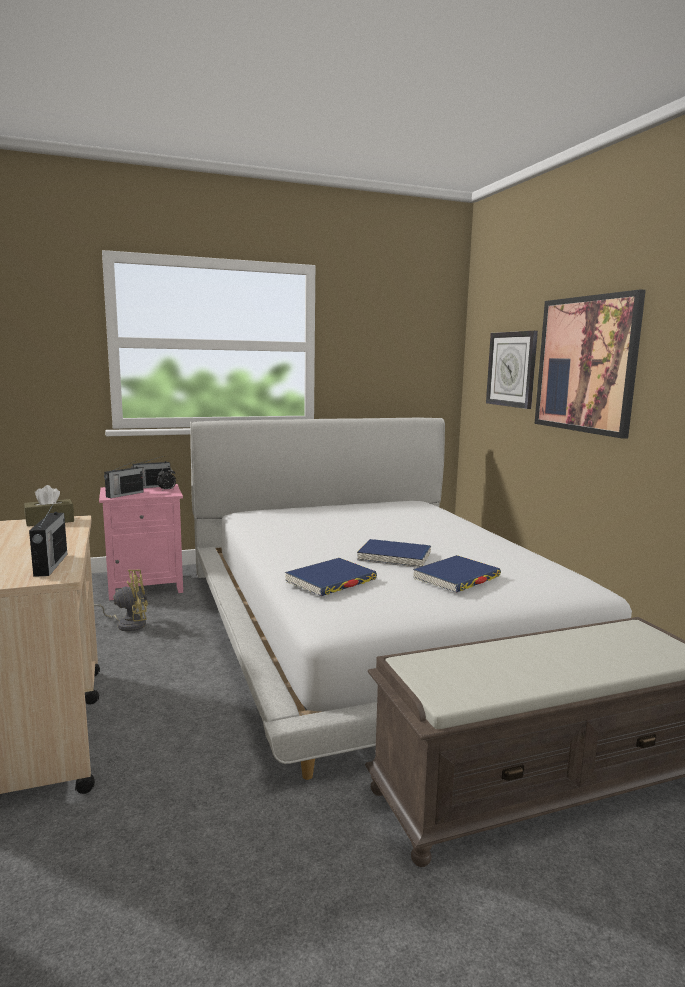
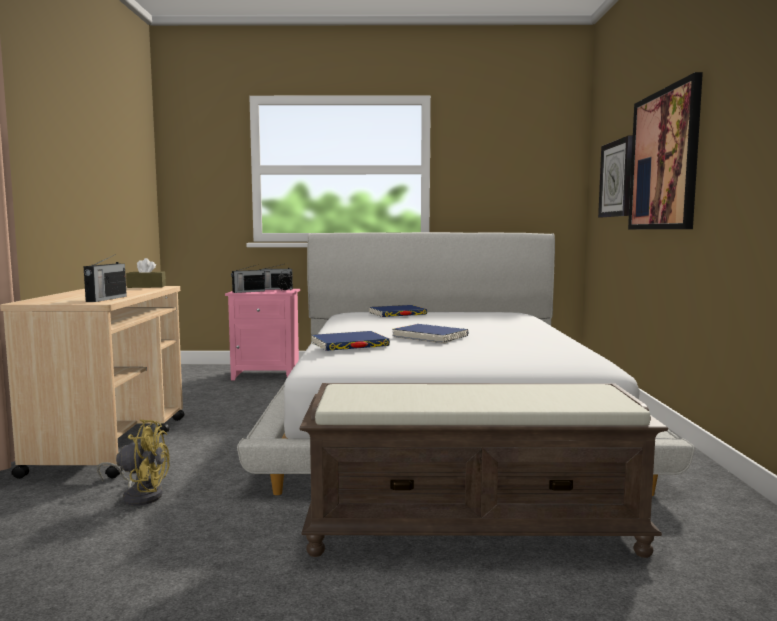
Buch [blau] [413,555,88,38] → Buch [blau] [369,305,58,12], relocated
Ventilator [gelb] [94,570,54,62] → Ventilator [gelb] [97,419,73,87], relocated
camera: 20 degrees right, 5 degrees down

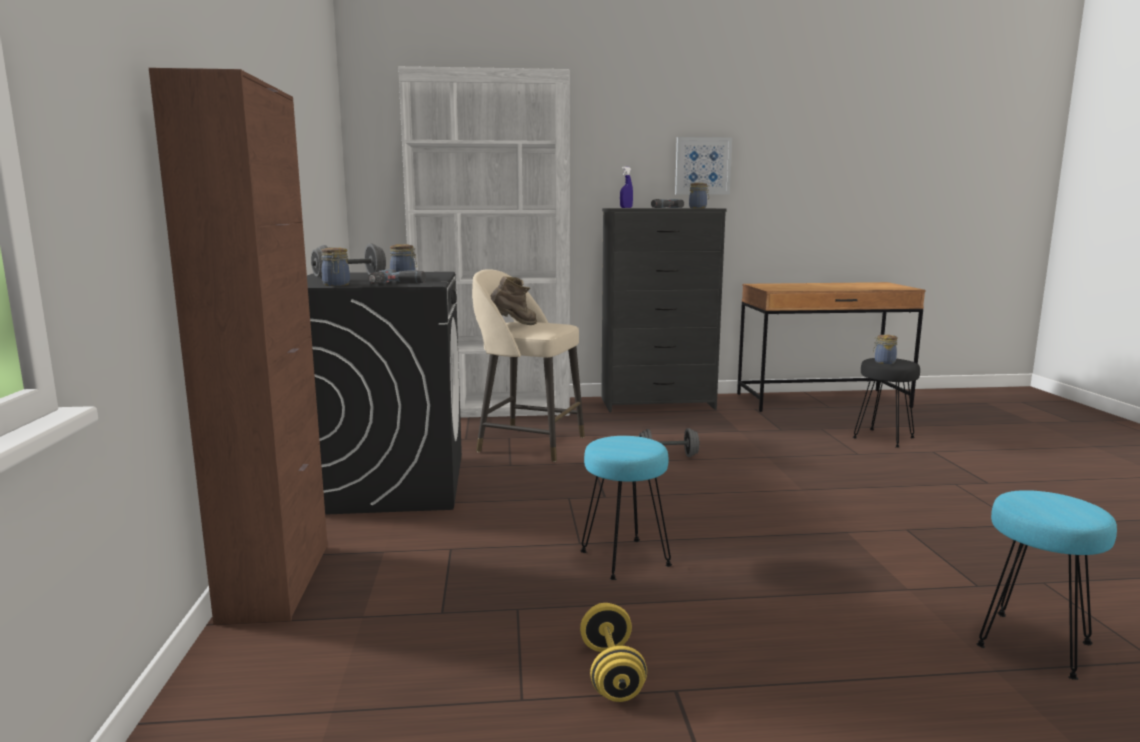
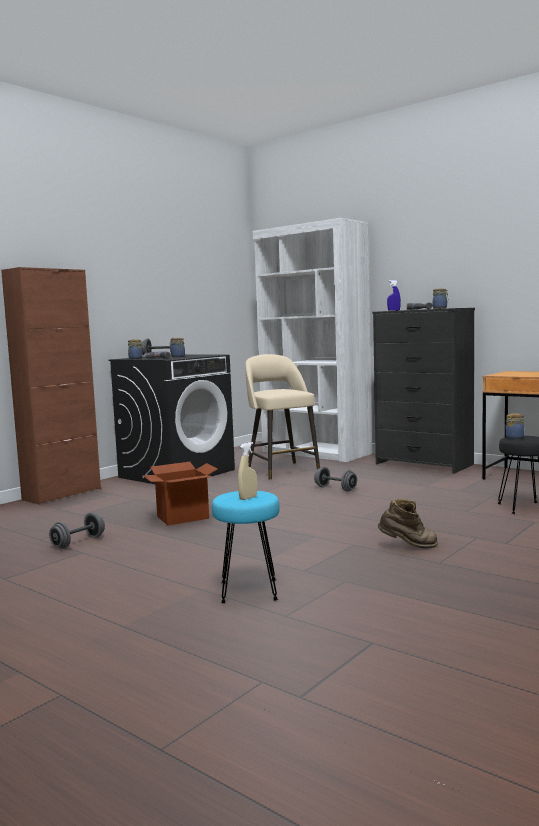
Bild [675,137,57,58] → -
Stiefel [braun] [490,276,47,49] → Stiefel [braun] [378,499,60,50], relocated
Hocker [türkis] [580,436,92,144] → Karton [142,462,76,63]
Hantel [gelb] [580,603,67,99] → Hantel [grau] [49,512,56,37]
- → Sprühflasche [beige] [238,442,19,58]
camera: 45 degrees right, 5 degrees down

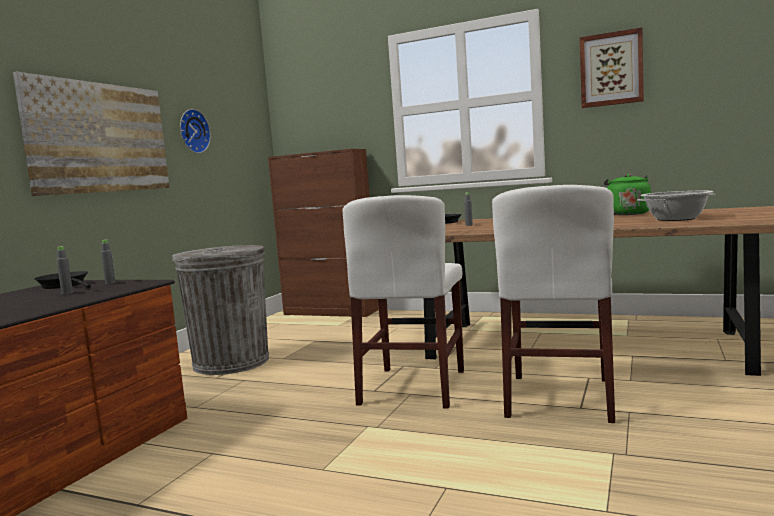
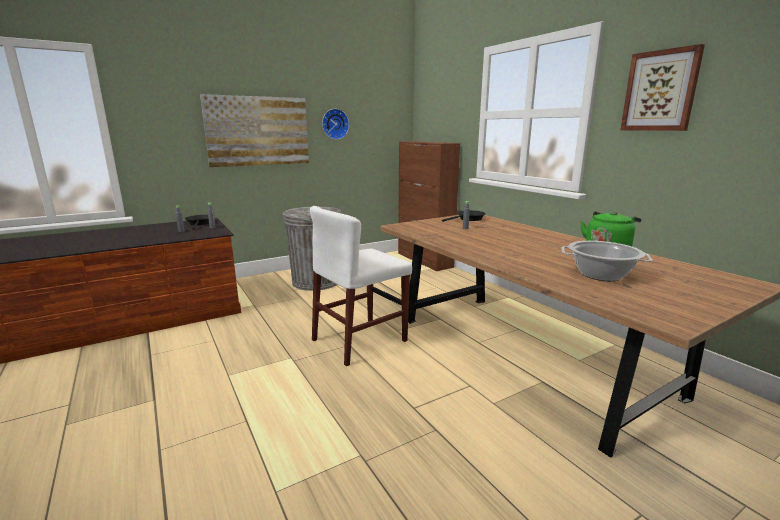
Stuhl [weiß] [492,185,123,238] → -
camera: 35 degrees right, 10 degrees up

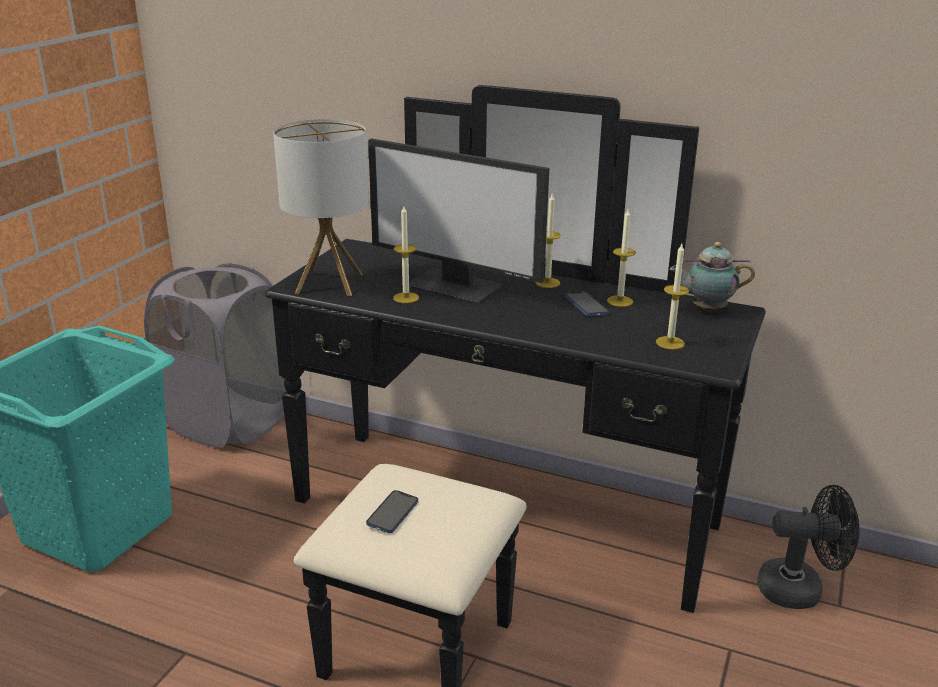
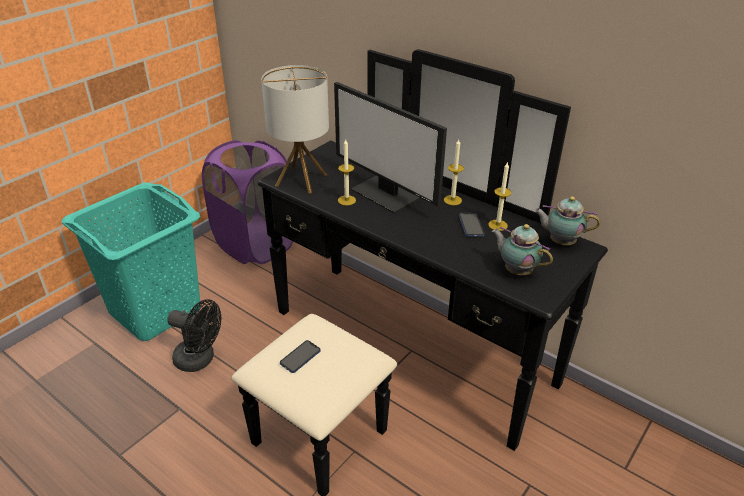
Kerze [656,244,33,106] → Teekanne [492,224,61,51]
Wäschekorb [grau] [144,263,142,185] → Wäschekorb [lila] [202,140,91,124]
Ventilator [schwarz] [757,485,102,124] → Ventilator [schwarz] [167,300,54,72], relocated
camera: 15 degrees right, 10 degrees up

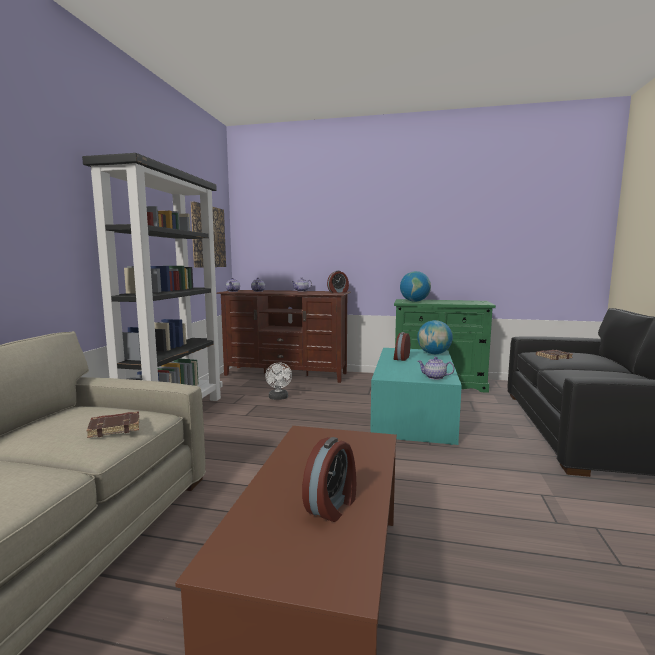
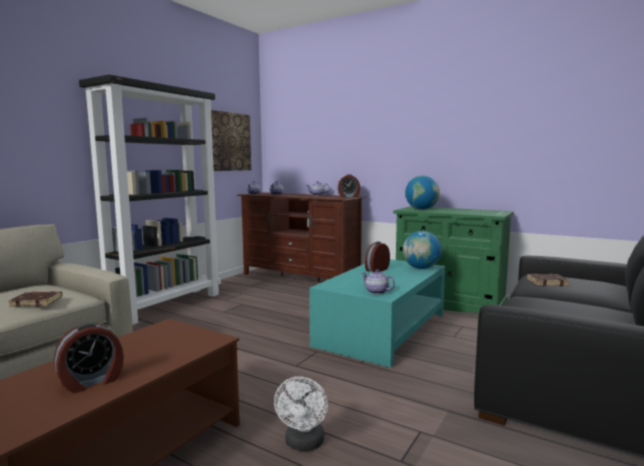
Ventilator [weiß] [265,362,27,38] → Ventilator [weiß] [274,377,54,74], relocated
camera: 20 degrees right, 0 degrees up

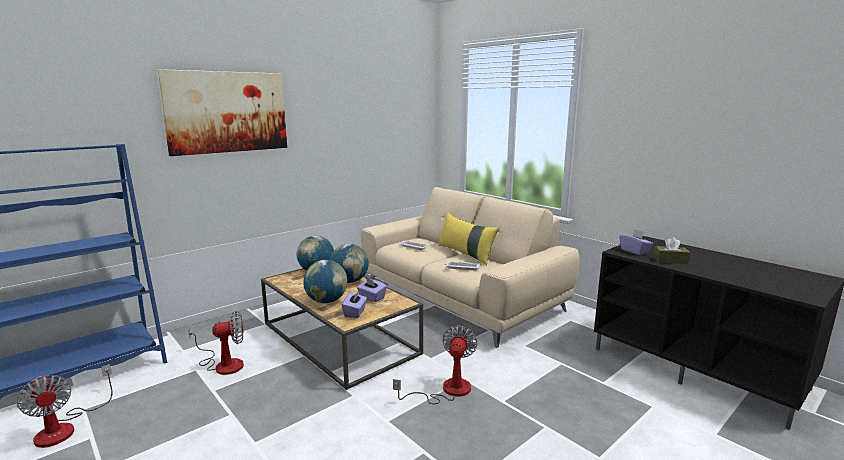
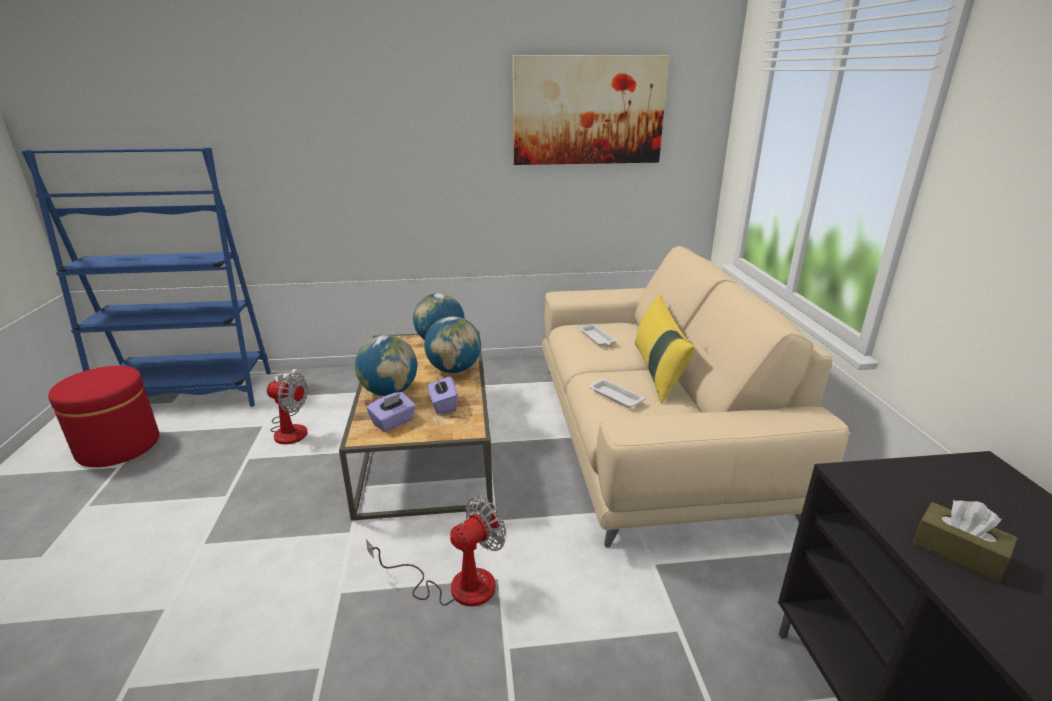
Bild [157,69,130,87] → Bild [513,55,156,110], relocated
Taschentuchbox [lila] [619,229,34,26] → -
Ventilator [16,364,96,84] → Polsterhocker [rot] [48,366,111,101]
camera: 35 degrees right, 10 degrees up

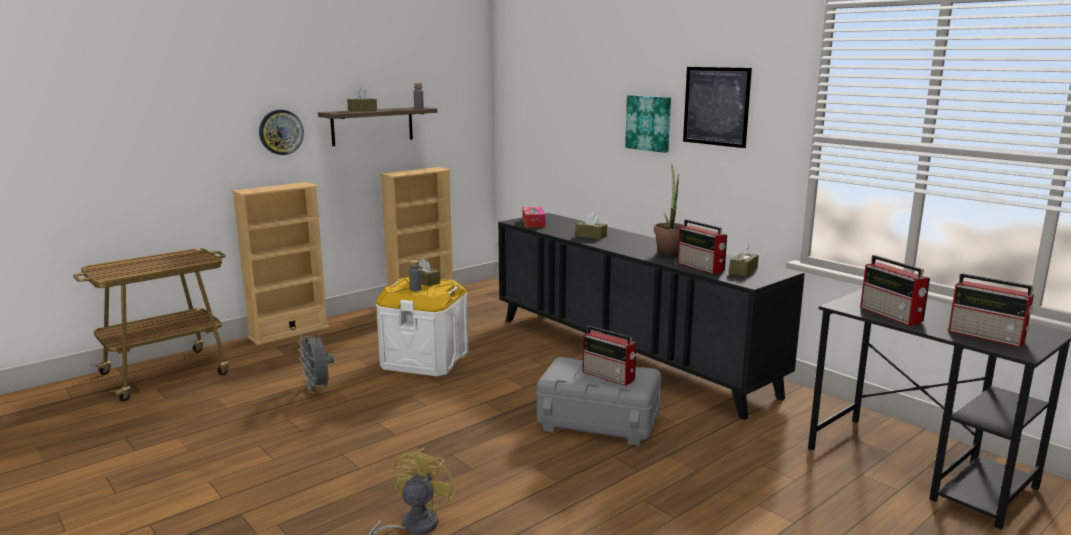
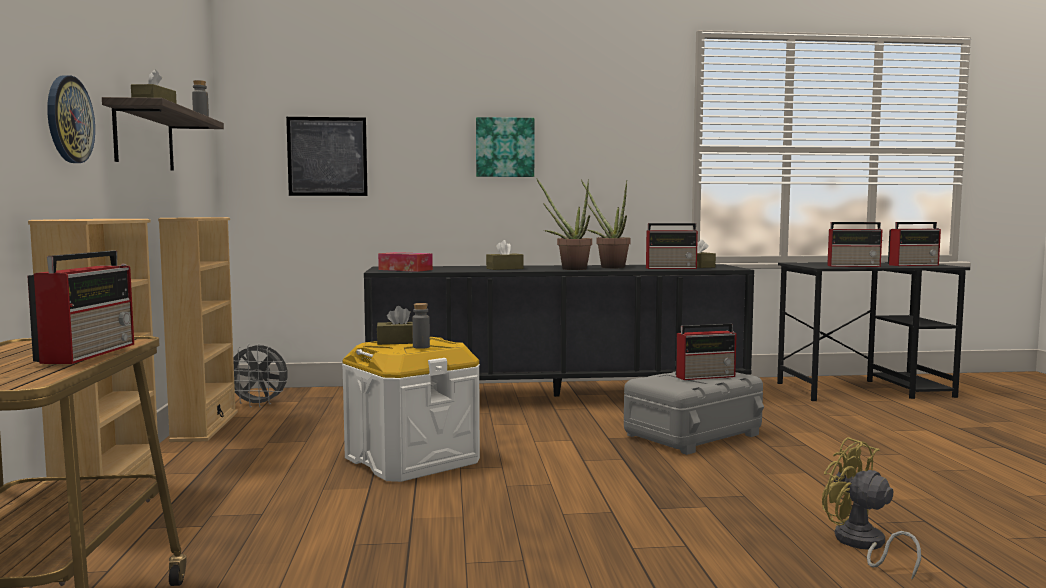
Bild [683,67,69,81] → Bild [286,117,82,79], relocated
Ventilator [grau] [298,333,36,60] → Ventilator [grau] [233,343,55,64], relocated
- → Topfpflanze [536,178,56,92]
- → Radio [27,251,107,113]
camera: 55 degrees left, 10 degrees down

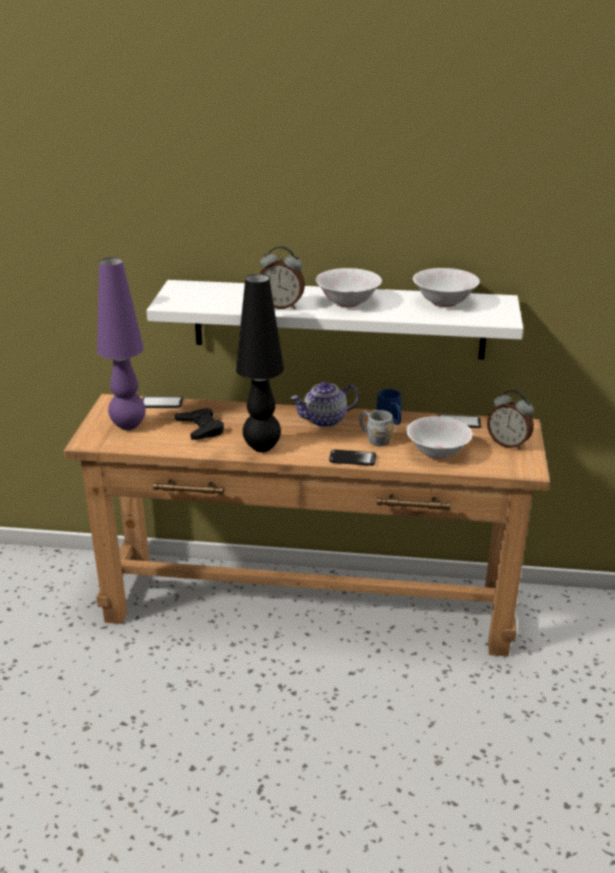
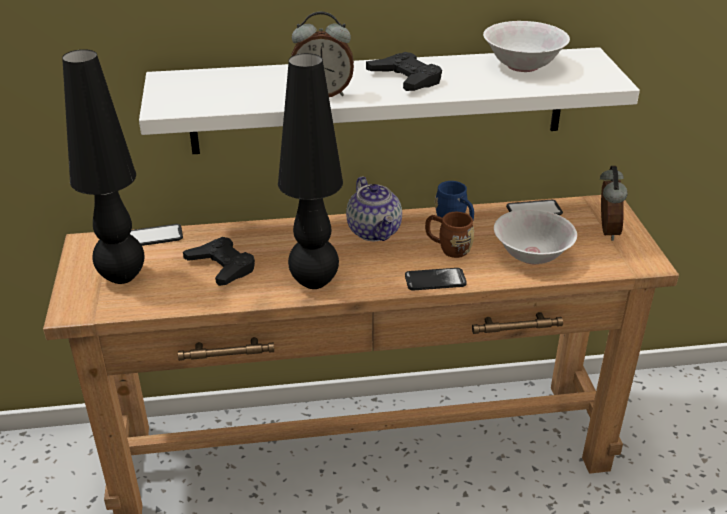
Tischlampe [lila] [97,258,49,172] → Tischlampe [schwarz] [62,49,82,235]
Schüssel [weiß] [316,268,66,39] → Gamepad [schwarz] [366,52,76,39]
Teekanne [291,381,68,46] → Teekanne [346,176,56,65], 75 degrees counterclockwise
Wecker [487,390,47,60] → Wecker [600,166,28,75], 105 degrees counterclockwise
Henkelbecher [grau] [360,410,34,36] → Henkelbecher [braun] [425,212,49,46]
camera: 15 degrees left, 5 degrees up

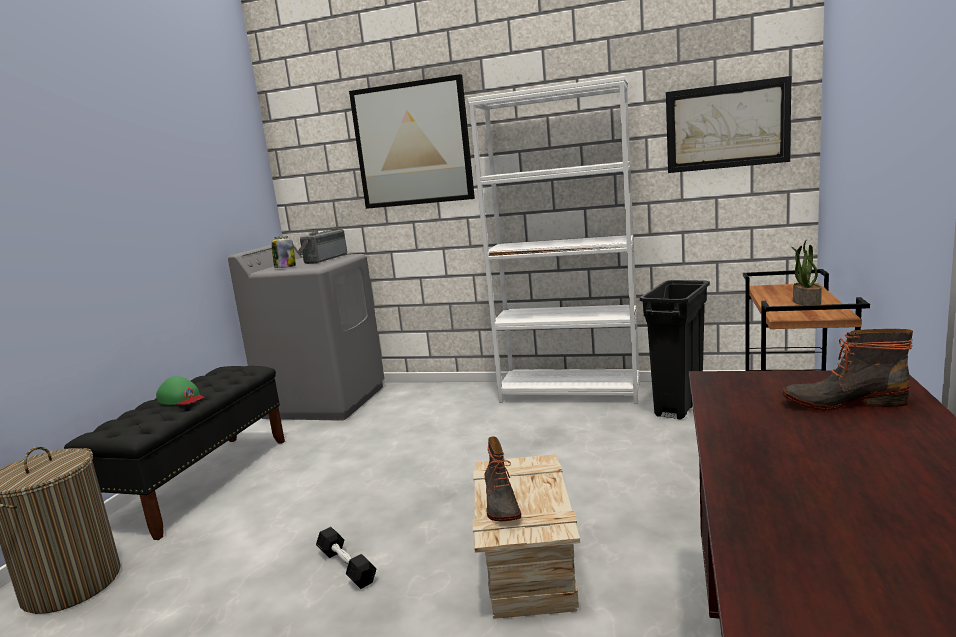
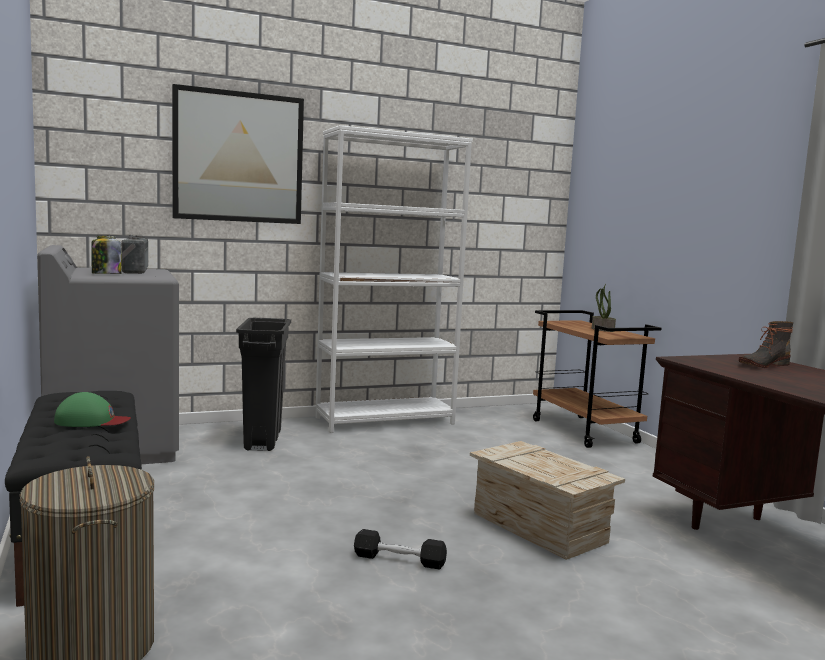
Bild [666,76,125,97] → -
Mülleimer [schwarz] [640,280,70,139] → Mülleimer [schwarz] [236,318,55,133], relocated
Stiefel [485,437,36,84] → -
camera: 40 degrees left, 5 degrees down

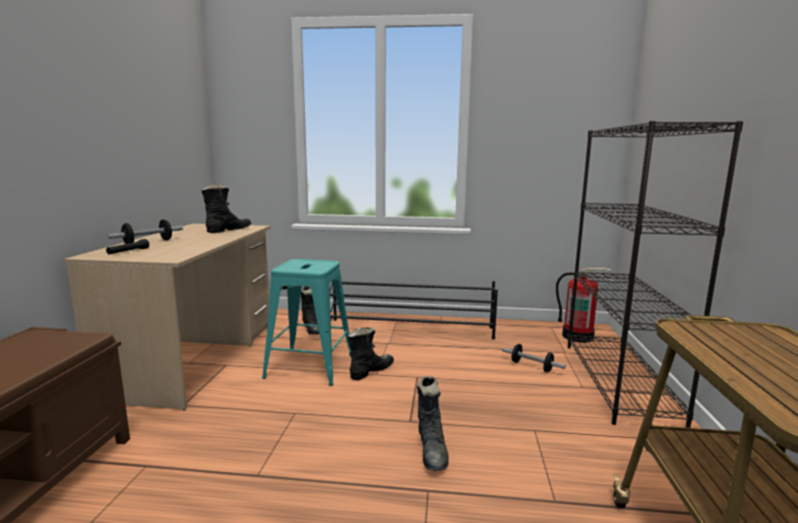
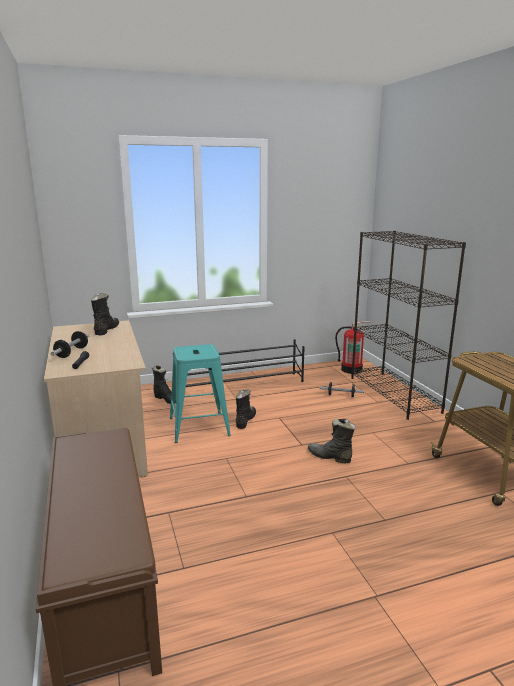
Stiefel [schwarz] [417,376,32,95] → Stiefel [schwarz] [308,419,47,45], 150 degrees clockwise
camera: 25 degrees left, 5 degrees up

